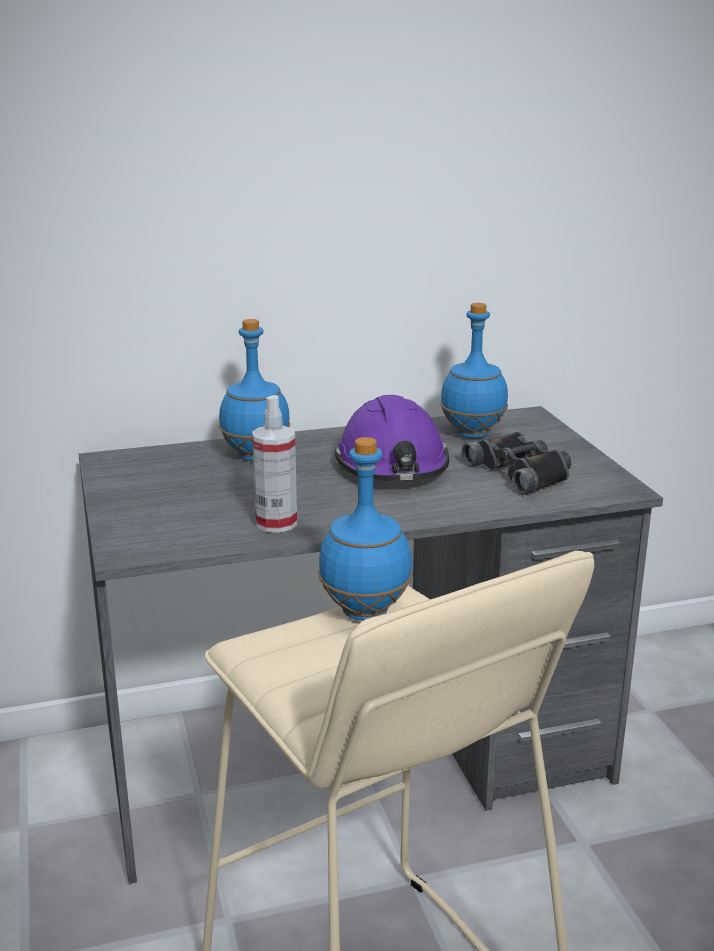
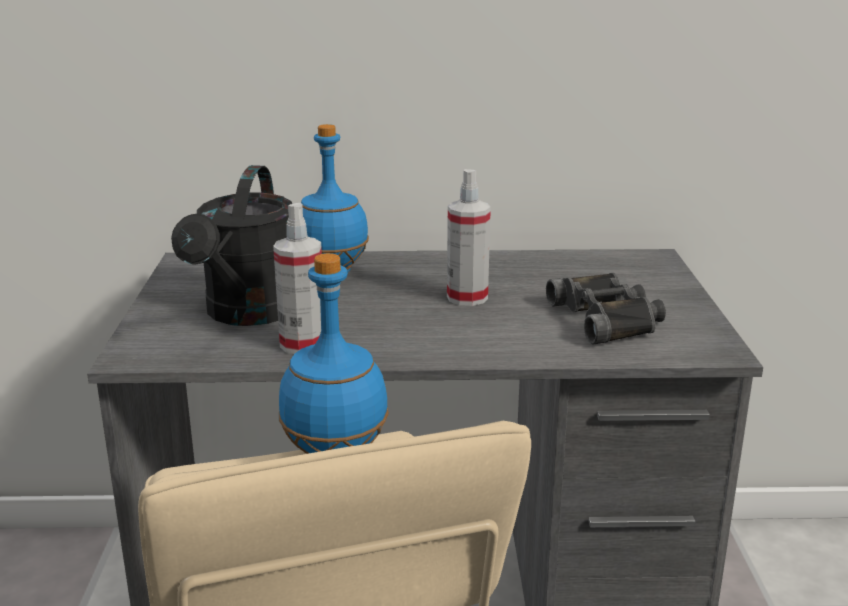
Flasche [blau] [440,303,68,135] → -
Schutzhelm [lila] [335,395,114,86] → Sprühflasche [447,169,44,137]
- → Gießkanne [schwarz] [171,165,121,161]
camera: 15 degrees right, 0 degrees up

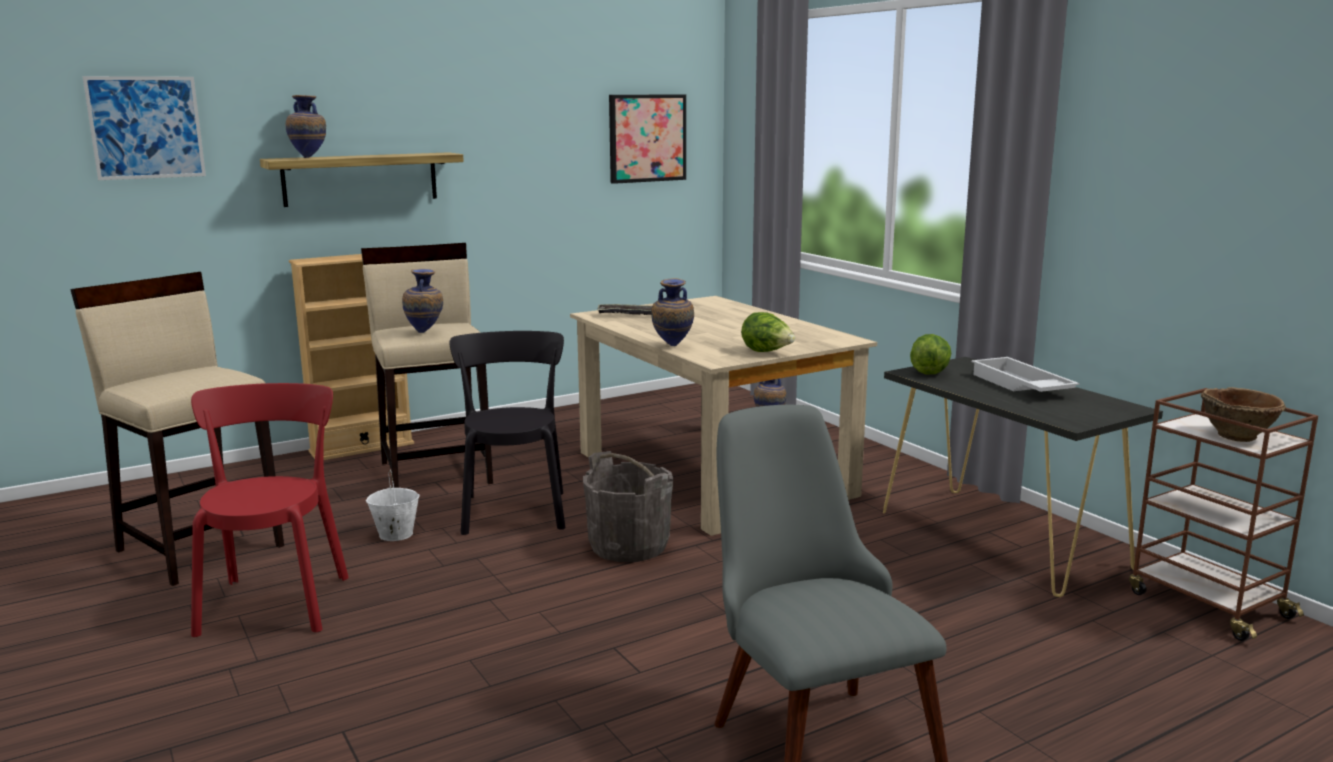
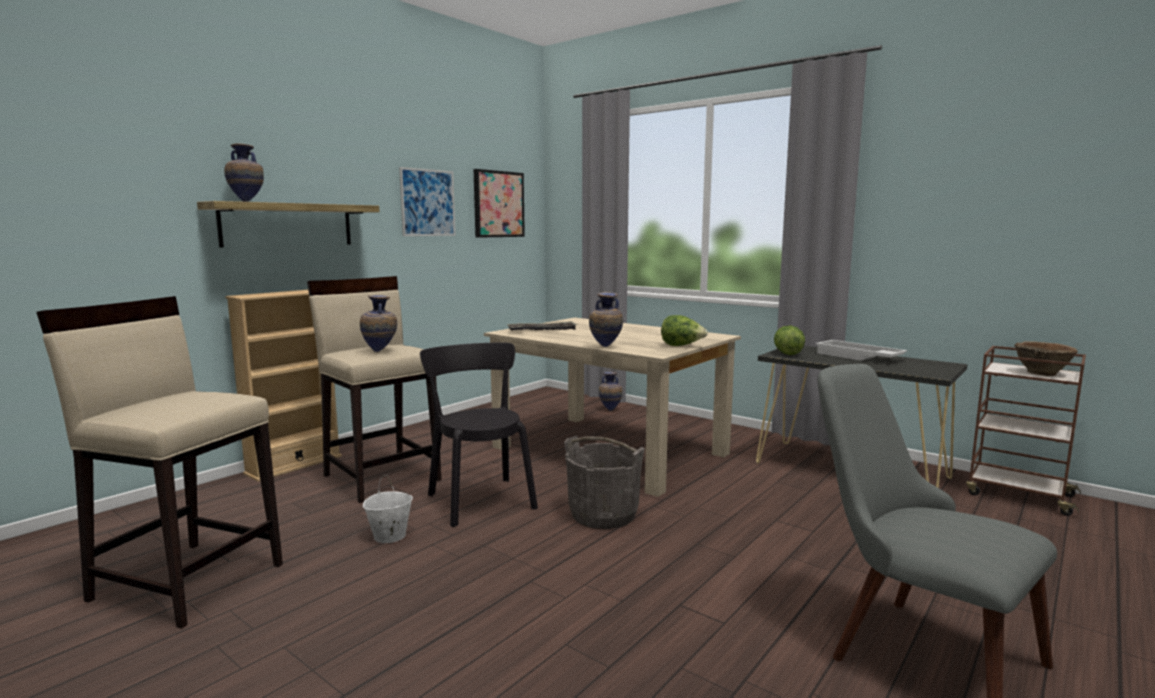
Bild [82,76,124,104] → Bild [399,167,56,69], relocated
Stuhl [rot] [191,383,158,254] → -
camera: 20 degrees left, 5 degrees down

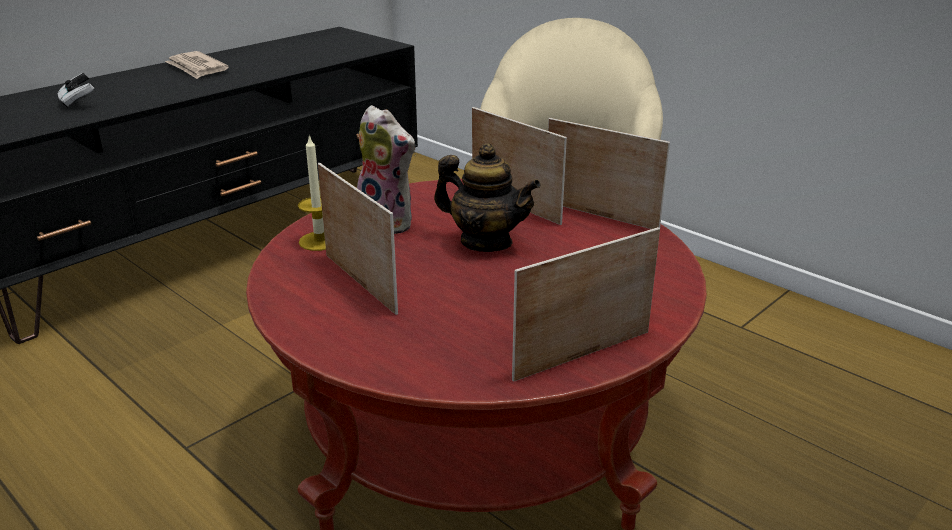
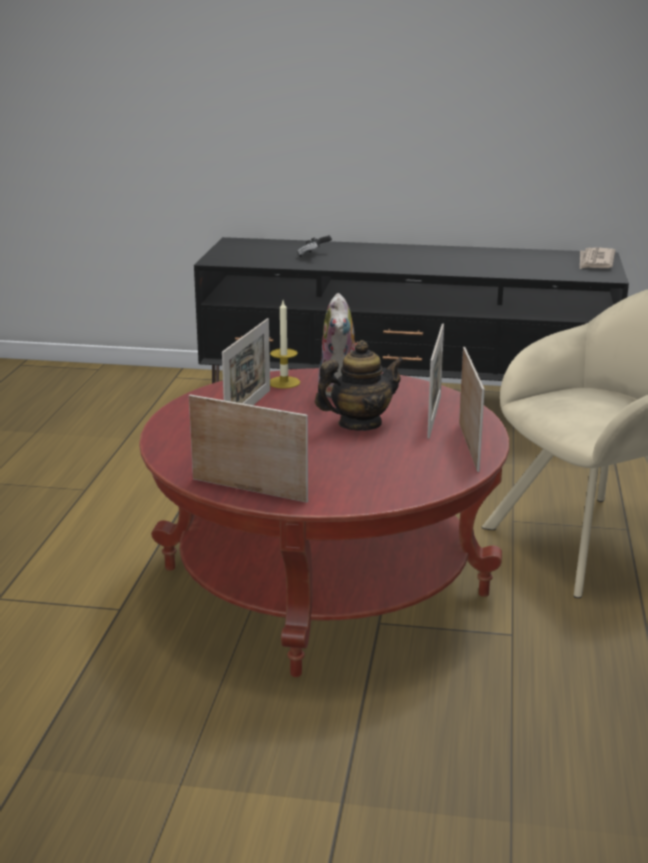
Zeitung [165,51,64,28] → Zeitung [580,248,35,21], relocated
Teekanne [434,143,107,109] → Teekanne [315,340,90,91], 105 degrees counterclockwise
camera: 55 degrees right, 5 degrees down

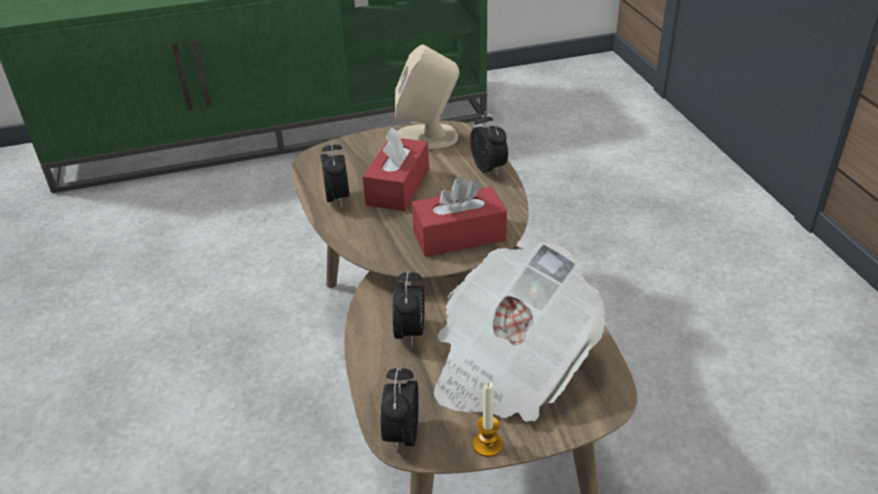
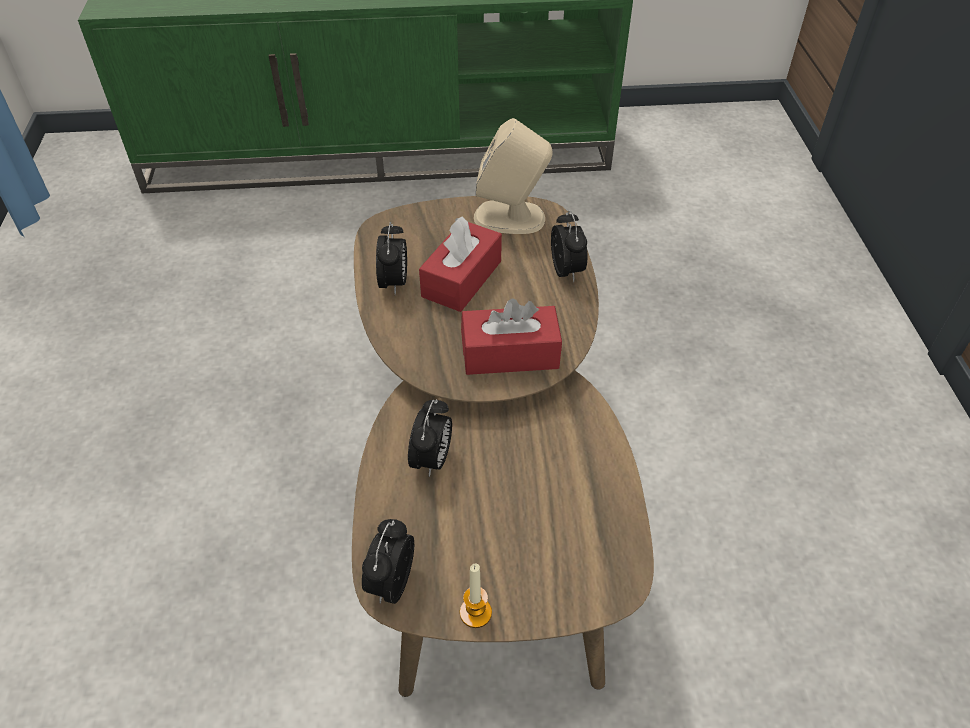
Zeitung [433,242,172,180] → -
camera: 10 degrees right, 10 degrees up

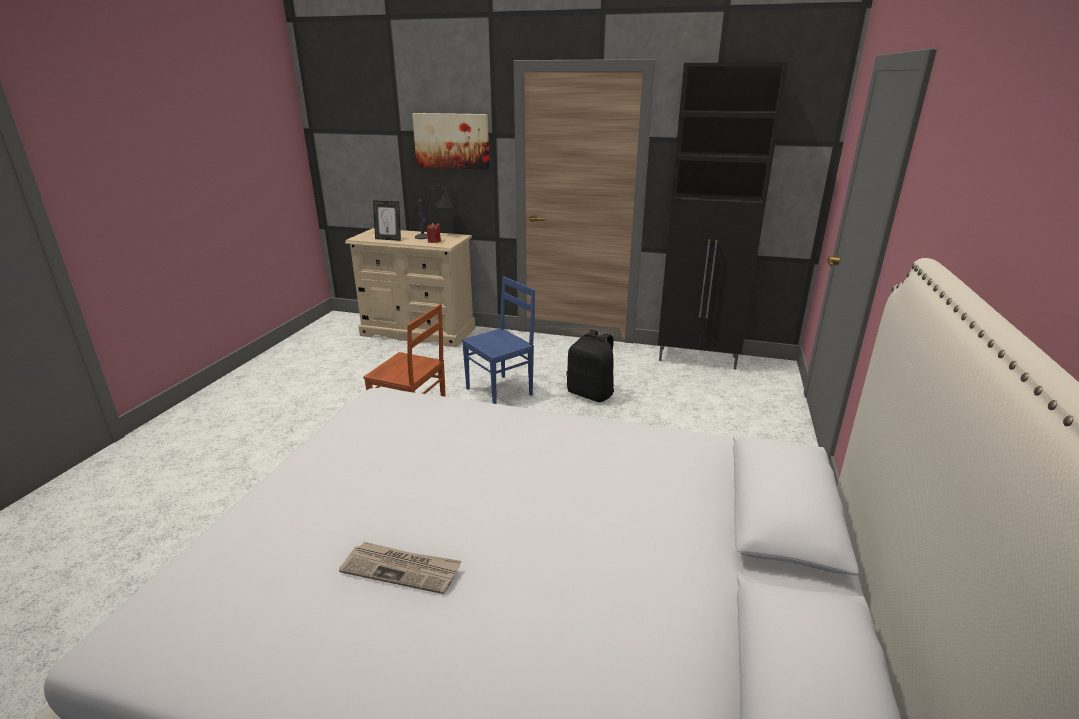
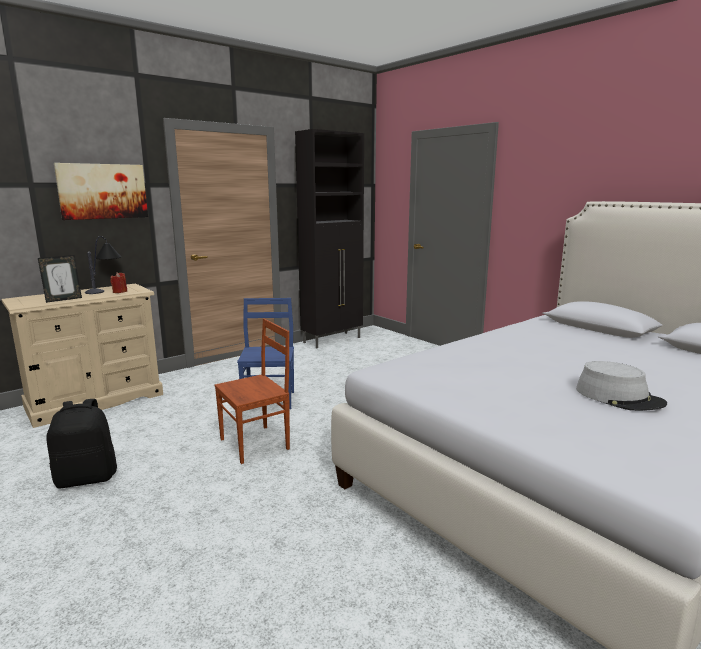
Rucksack [schwarz] [567,330,47,72] → Rucksack [schwarz] [46,399,71,90], relocated
Zeitung [339,542,122,52] → Hut [grau] [576,361,91,50]
camera: 55 degrees left, 10 degrees down

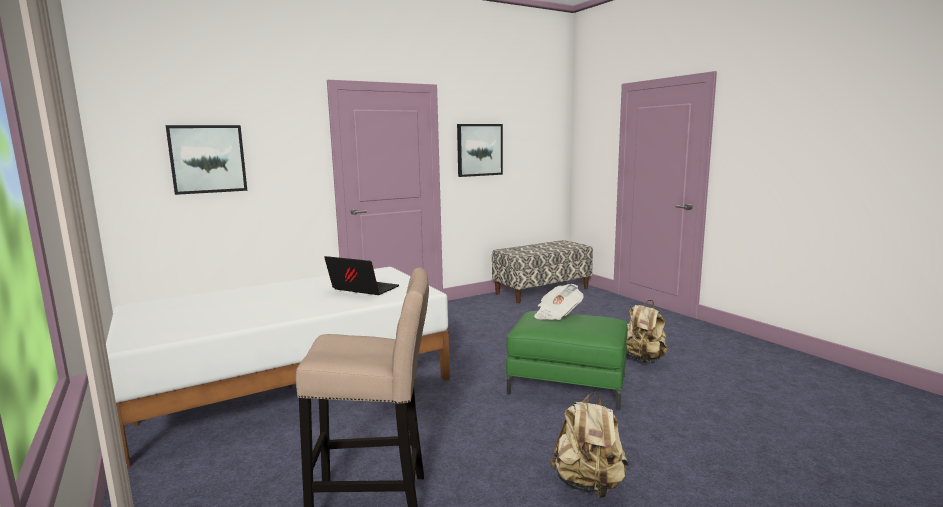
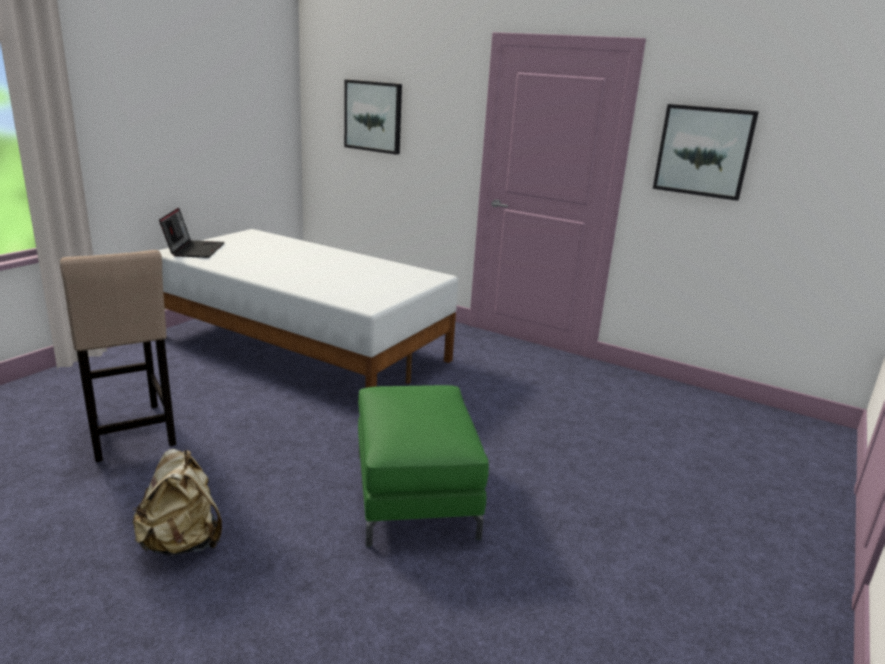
Bank [492,240,101,63] → -
Laptop [324,256,75,39] → Laptop [159,208,65,50], relocated
Zeitung [534,284,50,36] → -
Rucksack [beige] [626,300,42,63] → -
camera: 60 degrees right, 10 degrees up

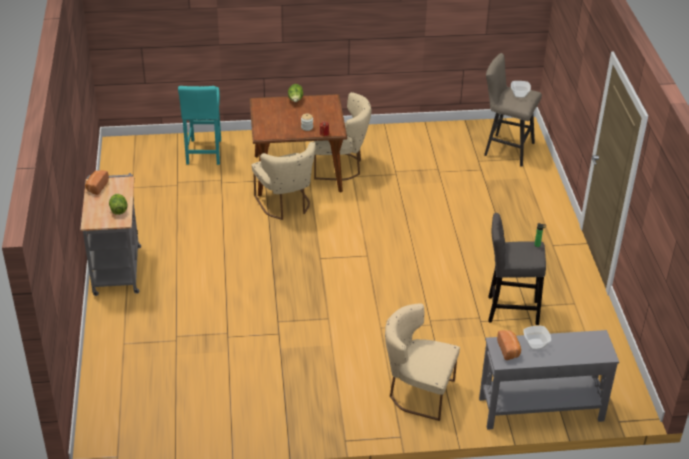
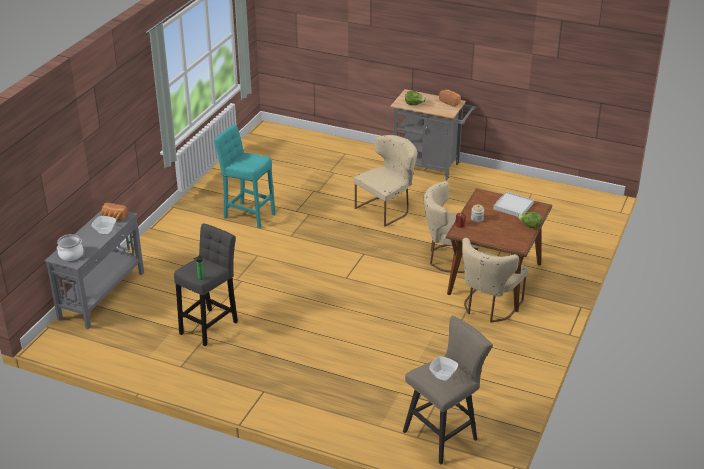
Hocker [türkis] [178,86,43,79] → Hocker [türkis] [214,124,61,104], relocated
Stuhl [beige] [385,303,75,118] → Stuhl [beige] [354,135,63,91], relocated
- → Tablett [weiß] [493,191,41,26]
- → Kochtopf [57,234,26,27]
camera: 120 degrees right, 5 degrees down

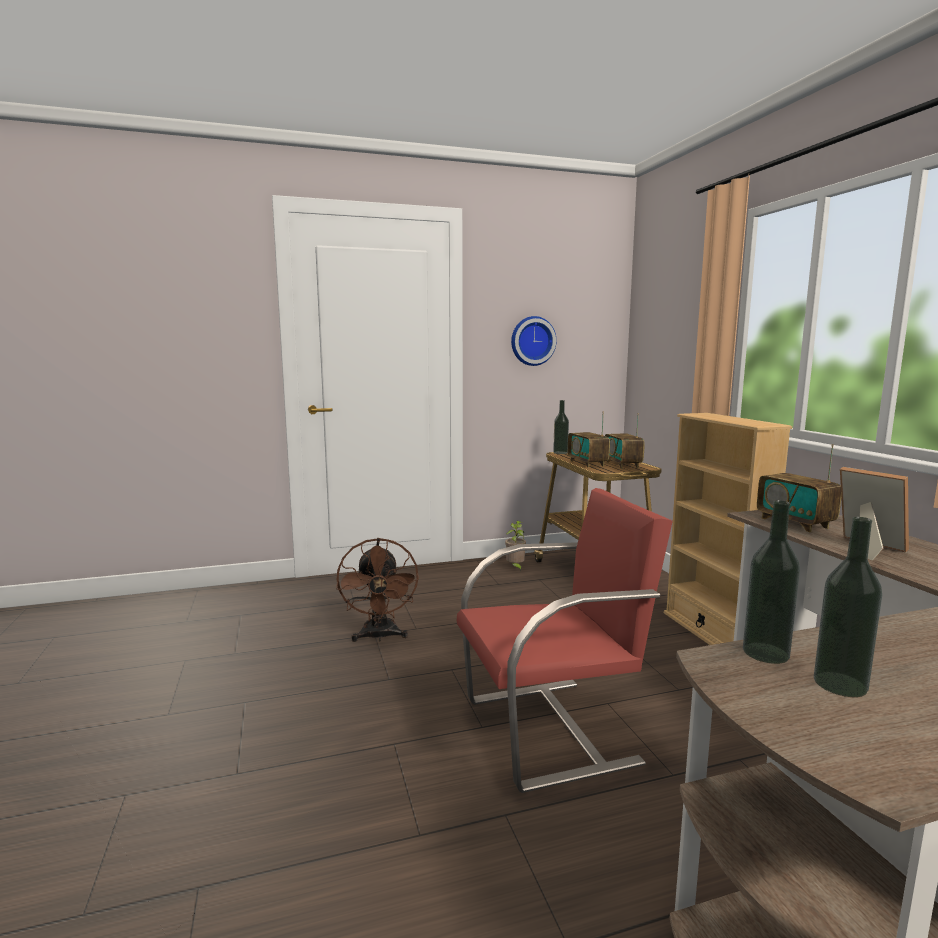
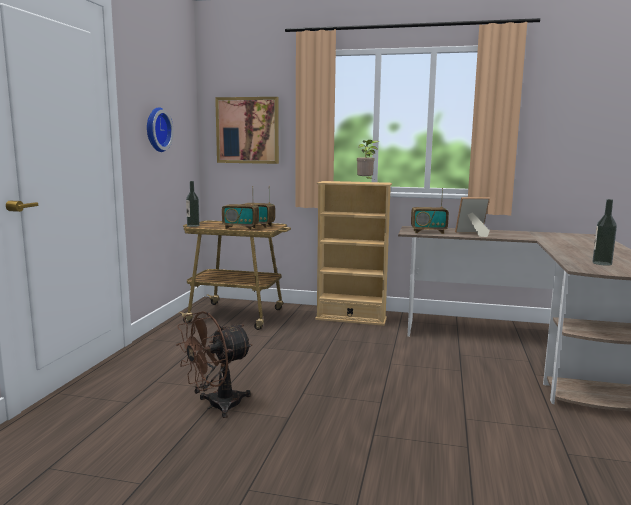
Stuhl [rot] [457,488,216,305] → -
Flasche [743,500,57,164] → -
Topfpflanze [505,521,21,51] → Topfpflanze [357,140,22,39], relocated
Ventilator [braun] [336,538,83,104] → Ventilator [braun] [176,311,77,107], 120 degrees clockwise
- → Bild [215,97,64,67]
camera: 60 degrees left, 0 degrees up

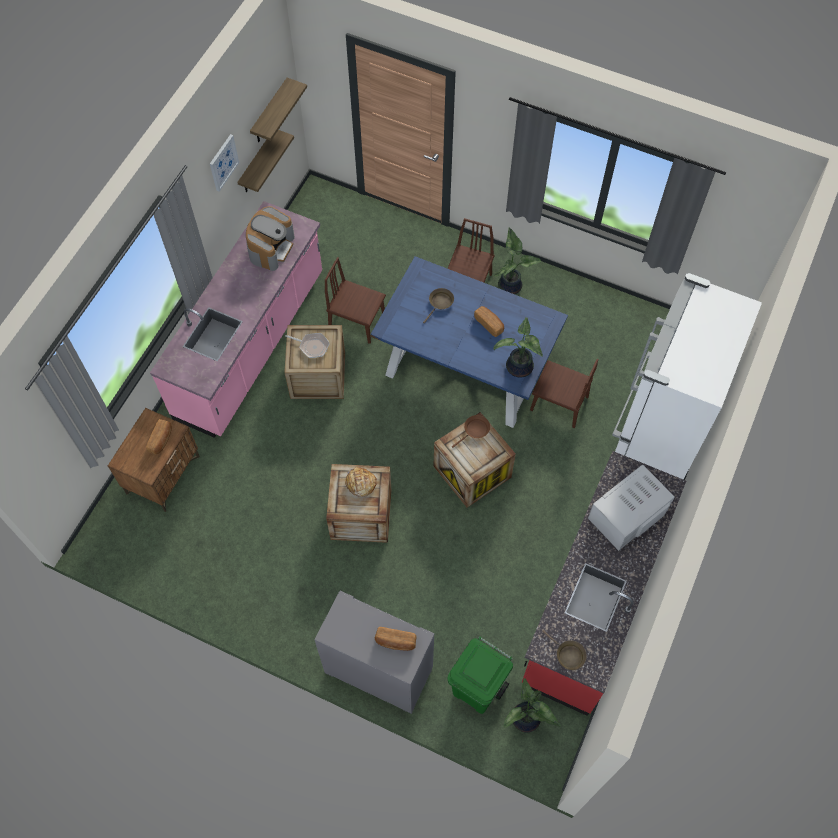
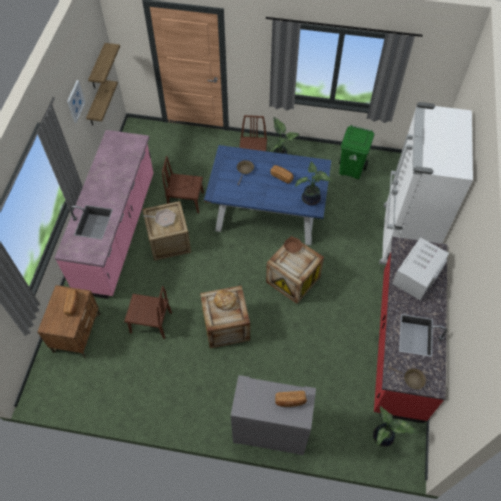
Kaffeemaschine [246,206,49,65] → -
Stuhl [braun] [530,359,69,69] → Stuhl [braun] [124,286,48,53], relocated
Mülleimer [grün] [448,636,65,78] → Mülleimer [grün] [339,125,35,54], relocated
camera: 15 degrees left, 5 degrees down

